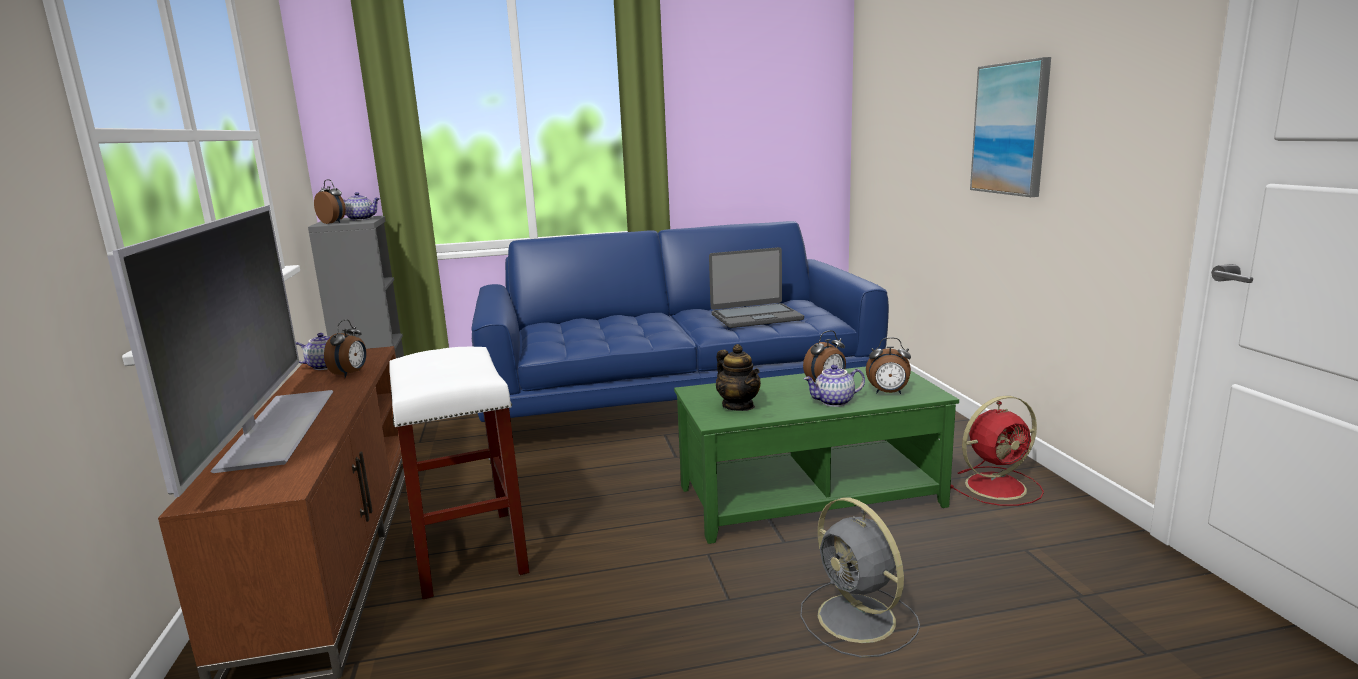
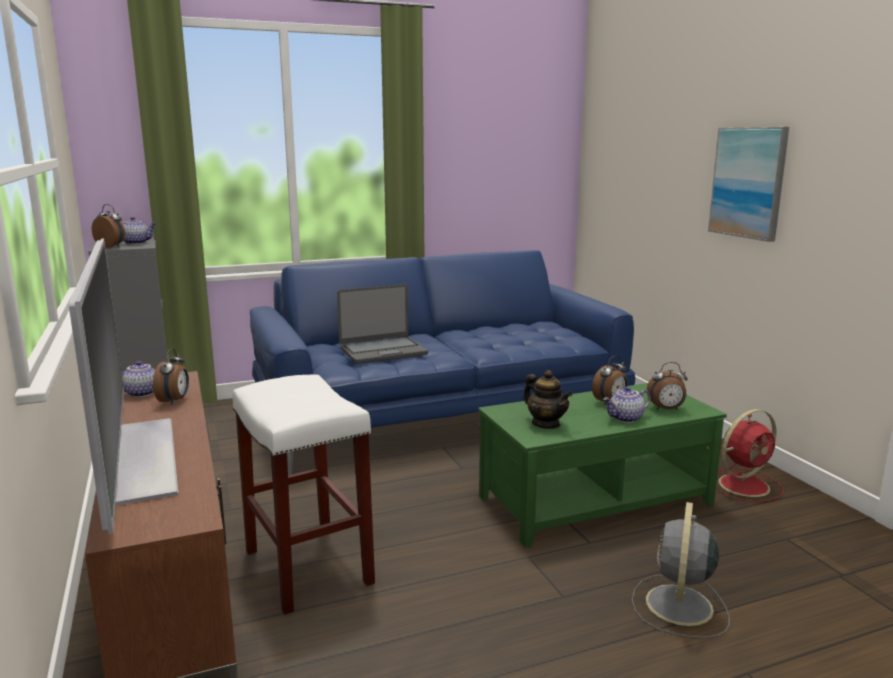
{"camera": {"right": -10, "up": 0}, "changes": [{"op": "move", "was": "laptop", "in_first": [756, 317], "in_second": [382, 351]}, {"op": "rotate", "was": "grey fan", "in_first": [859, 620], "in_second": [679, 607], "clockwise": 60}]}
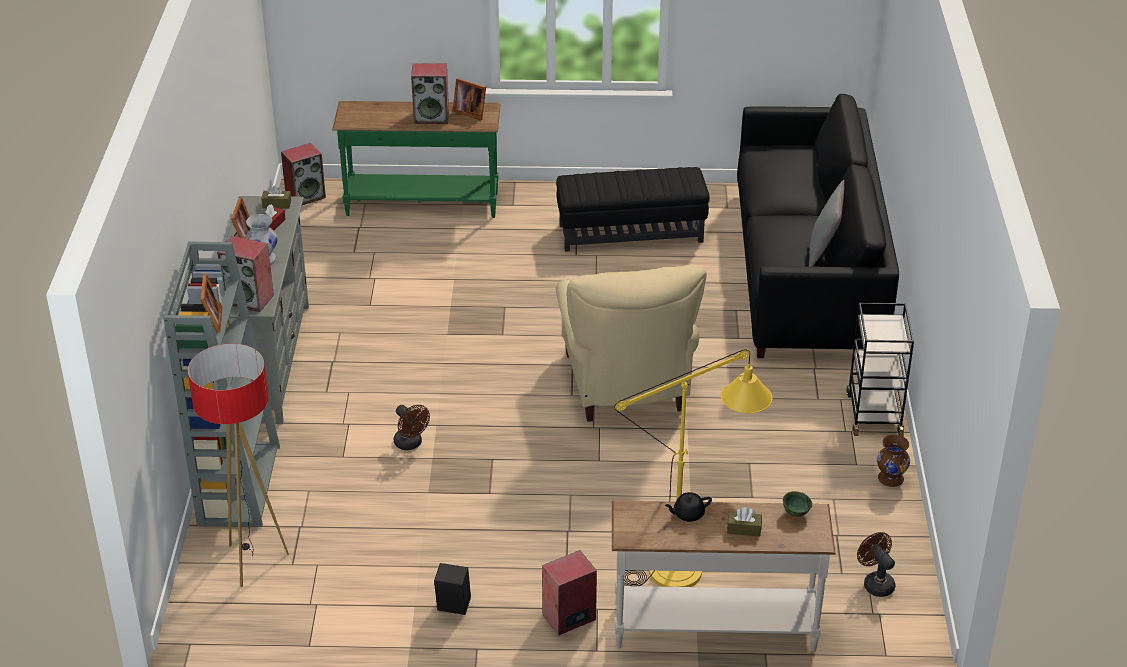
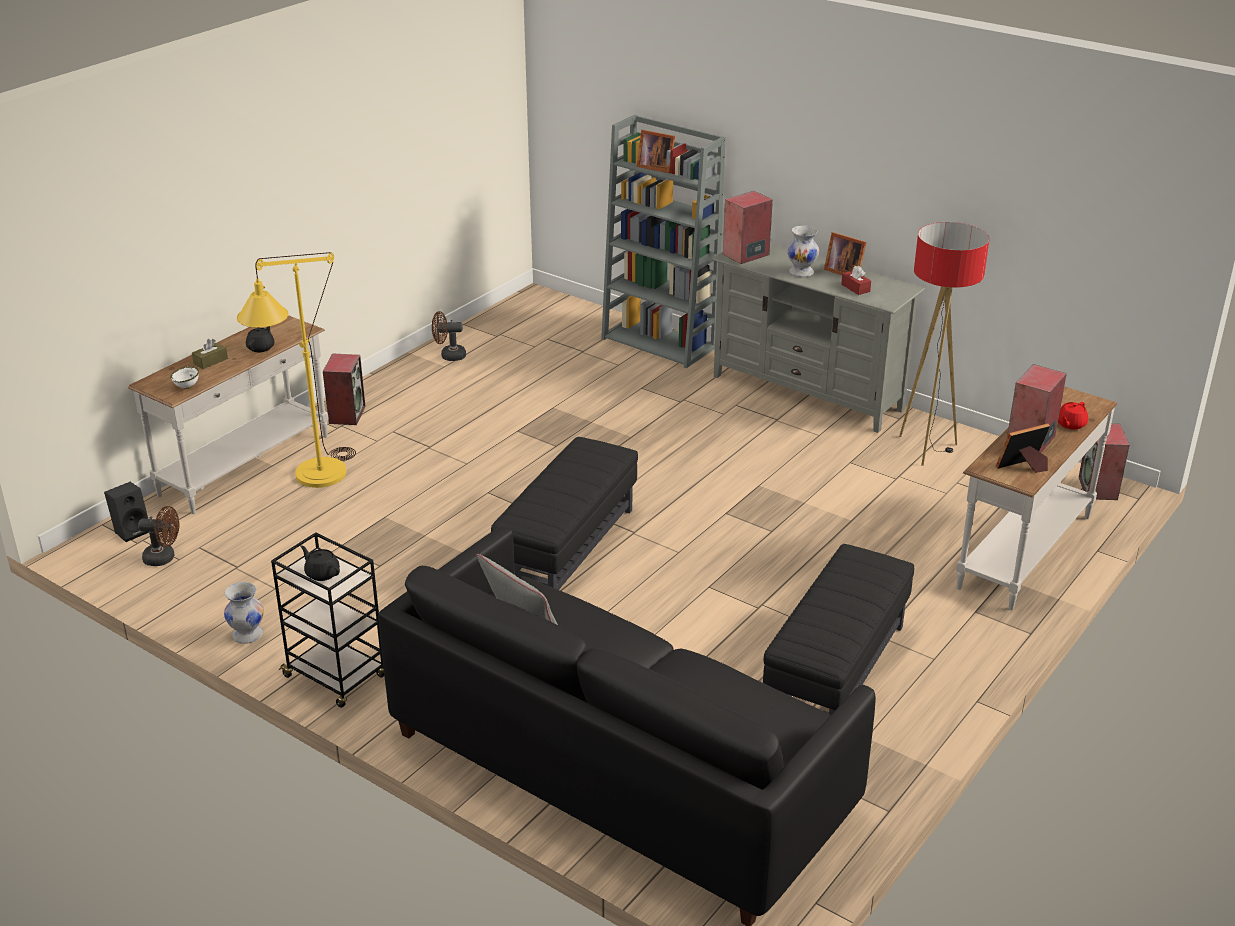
{"camera": {"right": 125, "up": -5}, "changes": [{"op": "delete", "was": "brown tissue box", "in_first": [277, 204]}, {"op": "insert", "now": "black teapot", "in_second": [322, 573]}, {"op": "insert", "now": "red teapot", "in_second": [1070, 424]}, {"op": "move", "was": "floor lamp", "in_first": [253, 562], "in_second": [926, 449]}, {"op": "move", "was": "brown fan", "in_first": [411, 444], "in_second": [449, 356]}, {"op": "move", "was": "black speaker", "in_first": [452, 607], "in_second": [132, 530]}, {"op": "replace", "was": "beige armchair", "now": "black ottoman", "in_first": [625, 386], "in_second": [567, 547]}, {"op": "recolor", "was": "green console table", "now": "white console table", "in_first": [422, 205], "in_second": [1022, 551]}, {"op": "recolor", "was": "green bowl", "now": "white bowl", "in_first": [795, 513], "in_second": [187, 387]}, {"op": "recolor", "was": "brown vase", "now": "white vase", "in_first": [890, 478], "in_second": [248, 635]}]}
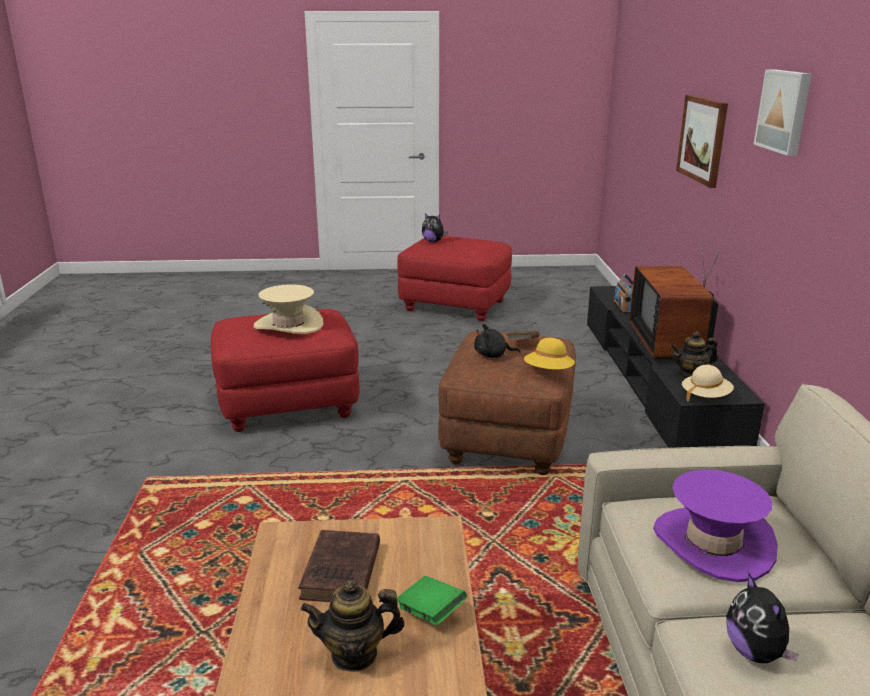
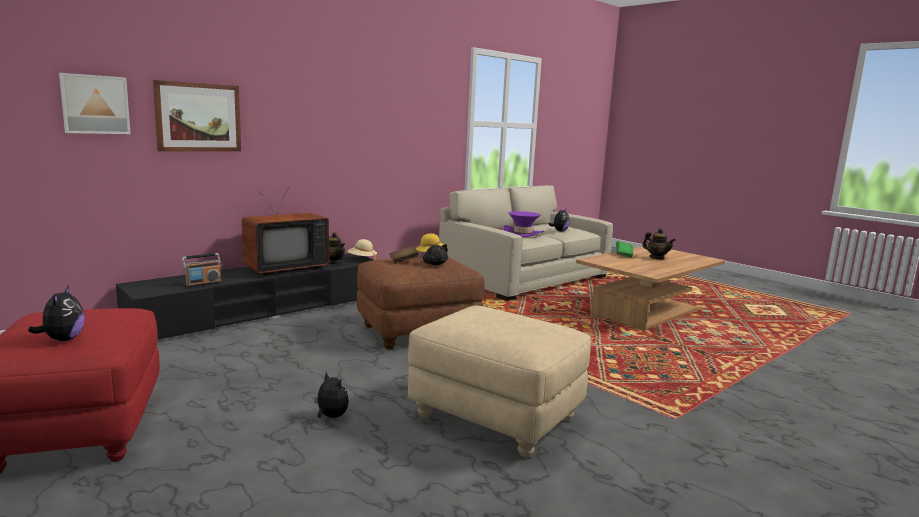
{"camera": {"right": -130, "up": -10}, "changes": [{"op": "delete", "was": "beige hat", "in_first": [288, 325]}, {"op": "delete", "was": "brown book", "in_first": [340, 573]}, {"op": "insert", "now": "plush toy", "in_second": [330, 417]}, {"op": "move", "was": "picture", "in_first": [785, 111], "in_second": [95, 104]}, {"op": "recolor", "was": "red ottoman", "now": "beige ottoman", "in_first": [289, 405], "in_second": [495, 417]}]}
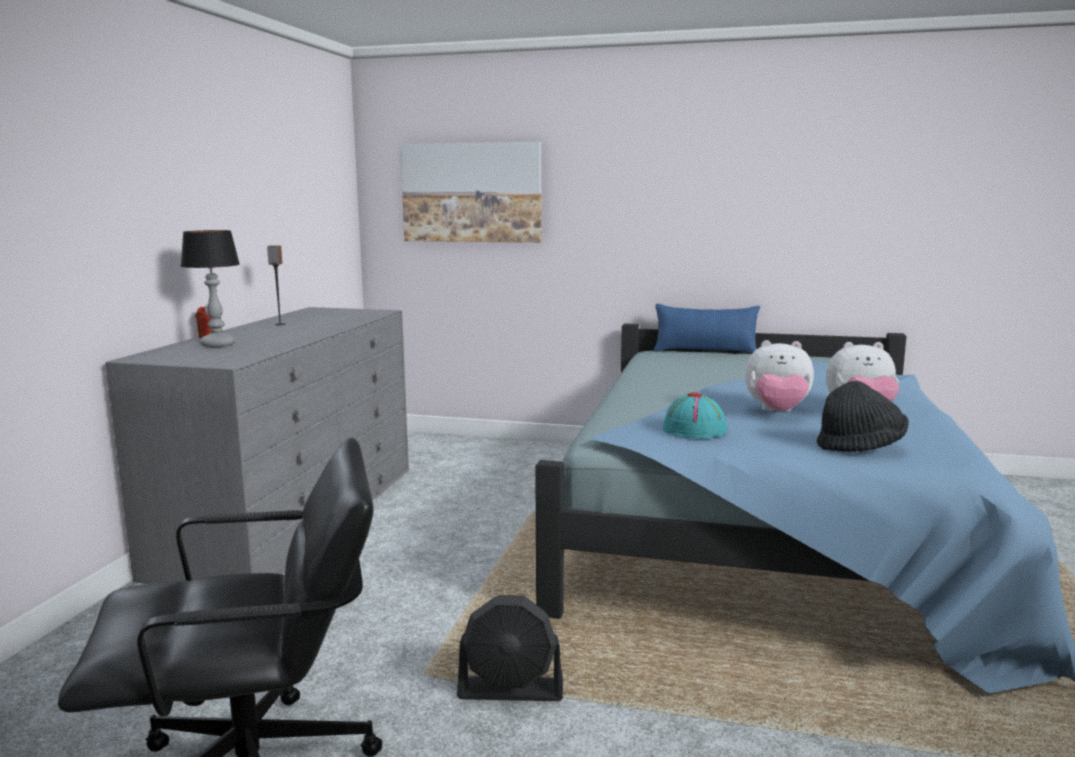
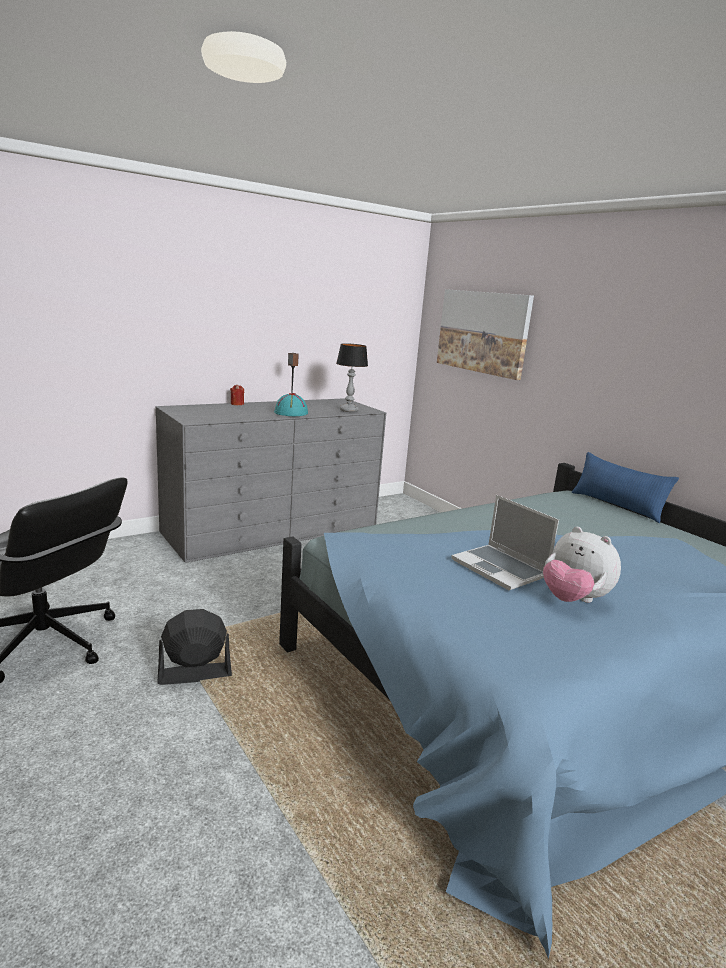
{"camera": {"right": 40, "up": 5}, "changes": [{"op": "delete", "was": "black hat", "in_first": [860, 447]}, {"op": "move", "was": "table lamp", "in_first": [217, 345], "in_second": [348, 410]}, {"op": "move", "was": "turquoise hat", "in_first": [695, 430], "in_second": [291, 413]}, {"op": "replace", "was": "plush toy", "now": "laptop", "in_first": [777, 412], "in_second": [500, 569]}, {"op": "rotate", "was": "black fan", "in_first": [511, 690], "in_second": [194, 674], "clockwise": 120}]}
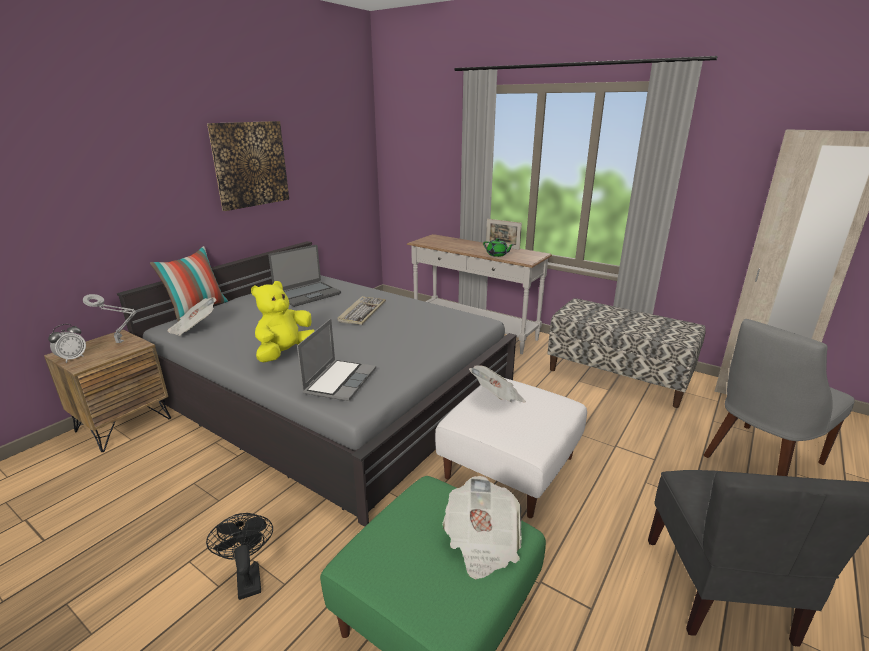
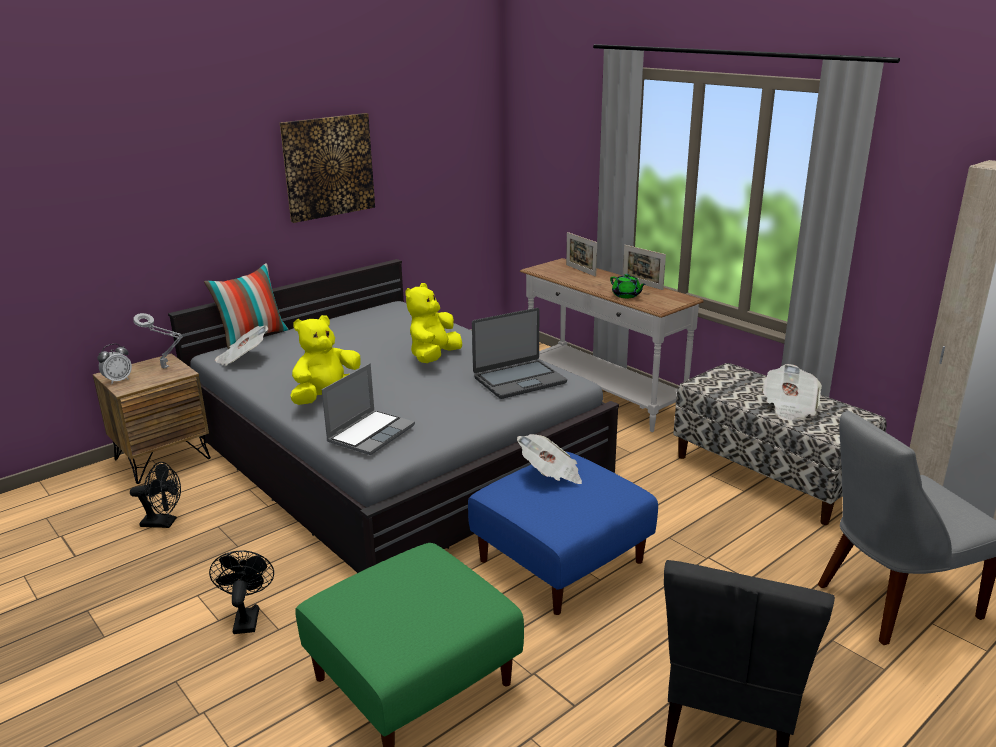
{"camera": {"right": 15, "up": 0}, "changes": [{"op": "insert", "now": "black fan", "in_second": [164, 523]}, {"op": "insert", "now": "picture frame", "in_second": [580, 270]}, {"op": "move", "was": "laptop", "in_first": [307, 294], "in_second": [519, 380]}, {"op": "move", "was": "newspaper", "in_first": [482, 543], "in_second": [789, 407]}, {"op": "replace", "was": "keyboard", "now": "yellow plush toy", "in_first": [362, 312], "in_second": [434, 357]}, {"op": "recolor", "was": "white ottoman", "now": "blue ottoman", "in_first": [509, 467], "in_second": [560, 560]}]}
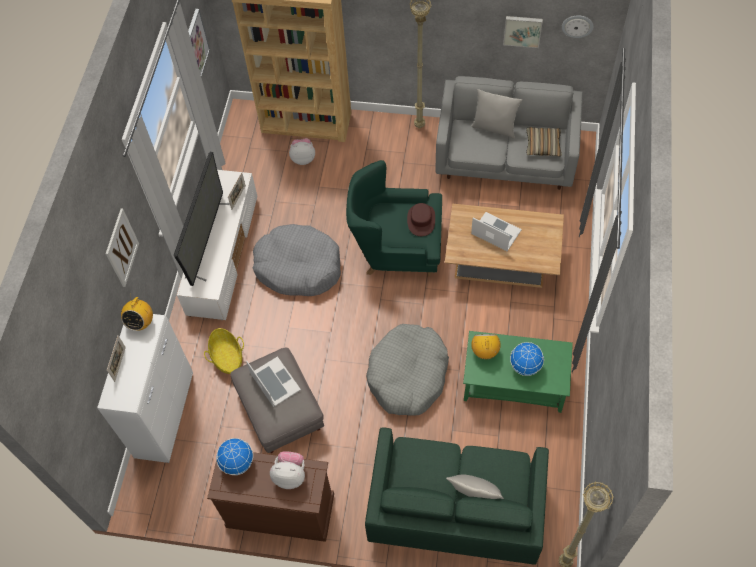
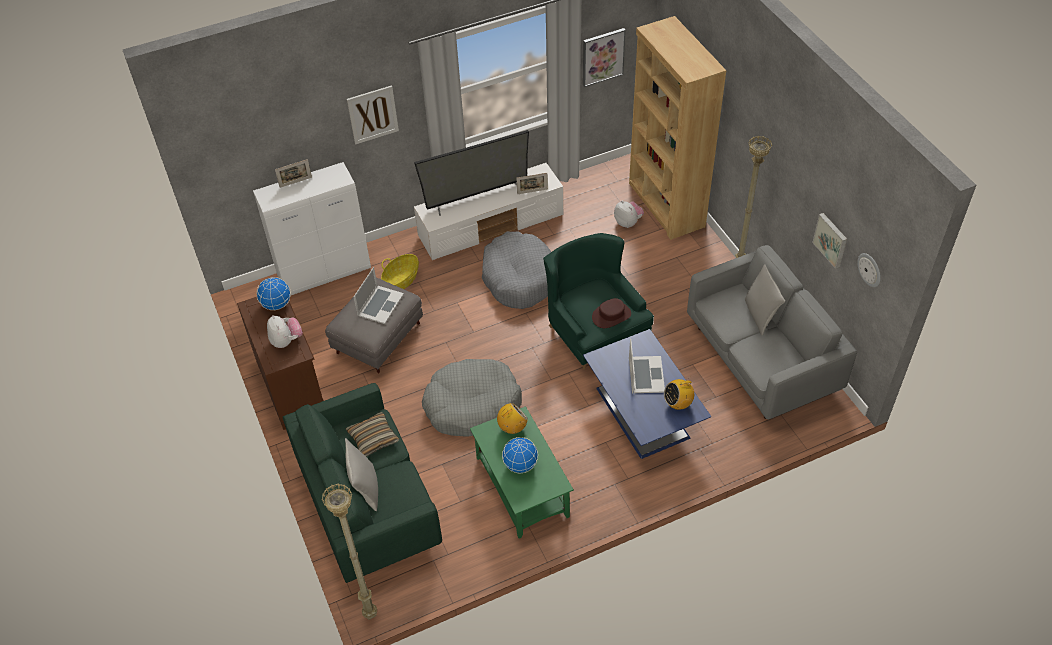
{"camera": {"right": 55, "up": -10}, "changes": [{"op": "move", "was": "radio", "in_first": [141, 322], "in_second": [678, 403]}, {"op": "move", "was": "pillow", "in_first": [543, 145], "in_second": [373, 438]}, {"op": "recolor", "was": "brown coffee table", "now": "blue coffee table", "in_first": [502, 261], "in_second": [643, 414]}]}
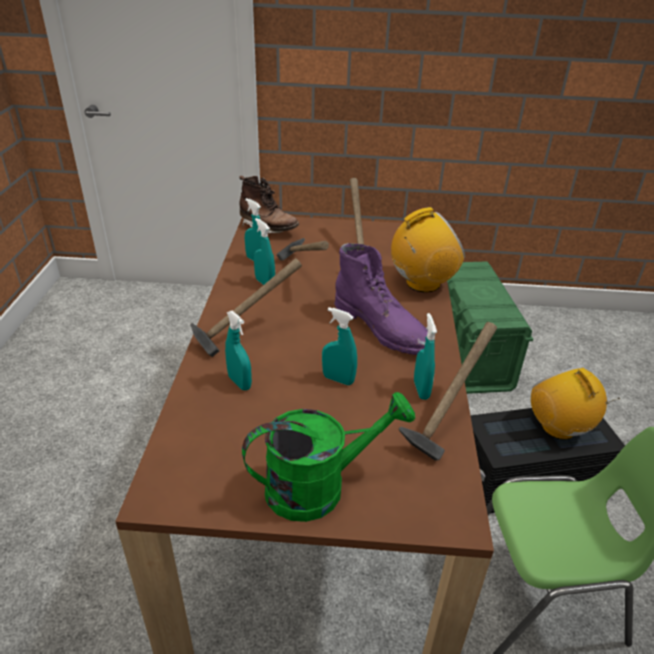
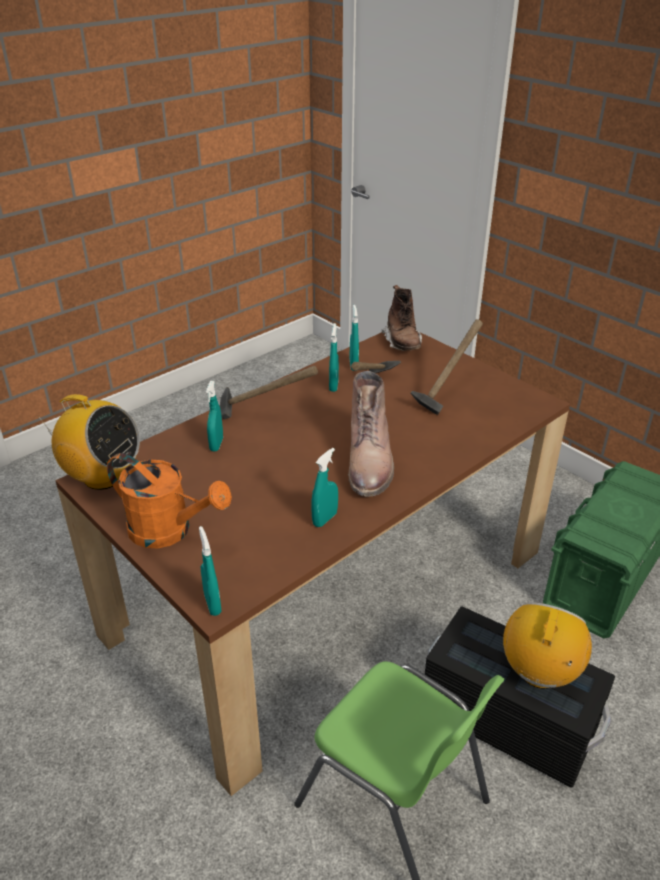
{"camera": {"right": 45, "up": 0}, "changes": [{"op": "delete", "was": "hammer", "in_first": [444, 423]}, {"op": "move", "was": "turquoise spray bottle", "in_first": [338, 379], "in_second": [212, 604]}, {"op": "move", "was": "radio", "in_first": [422, 283], "in_second": [102, 477]}, {"op": "recolor", "was": "green watering can", "now": "orange watering can", "in_first": [319, 486], "in_second": [169, 531]}, {"op": "recolor", "was": "purple boot", "now": "brown boot", "in_first": [383, 327], "in_second": [370, 462]}]}
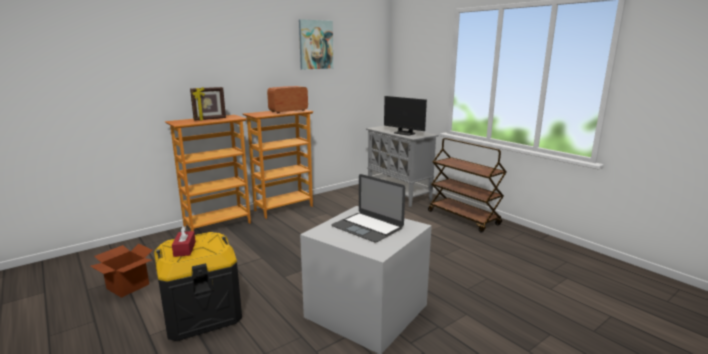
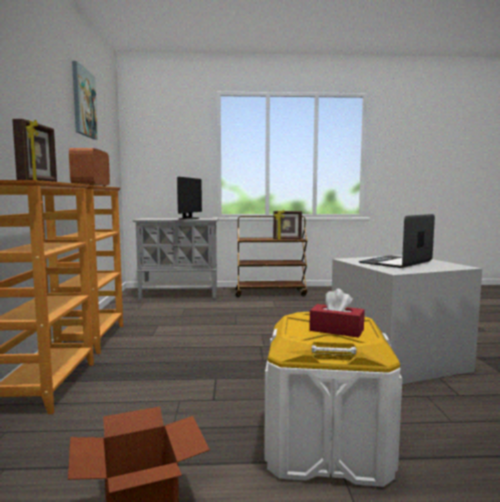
{"camera": {"right": -55, "up": -10}, "changes": [{"op": "insert", "now": "picture frame", "in_second": [287, 239]}, {"op": "recolor", "was": "black storage box", "now": "white storage box", "in_first": [201, 313], "in_second": [326, 447]}, {"op": "rotate", "was": "laptop", "in_first": [367, 227], "in_second": [396, 262], "clockwise": 150}, {"op": "rotate", "was": "monitor", "in_first": [404, 133], "in_second": [189, 218], "clockwise": -60}]}
